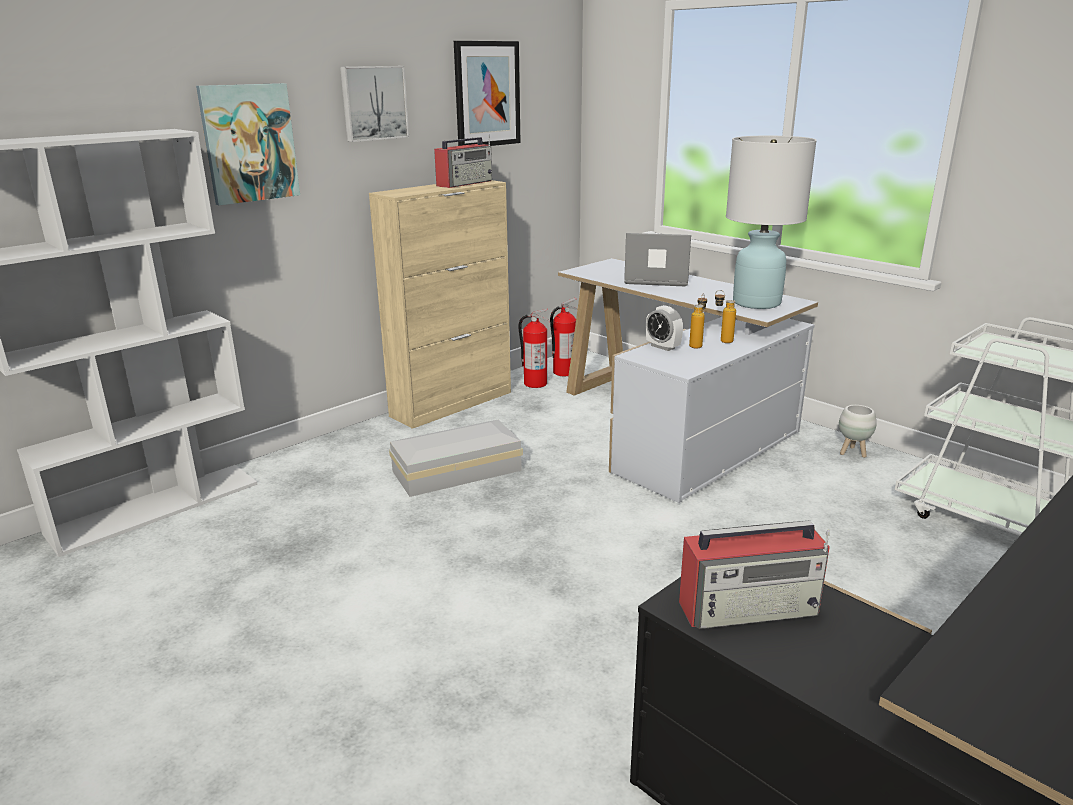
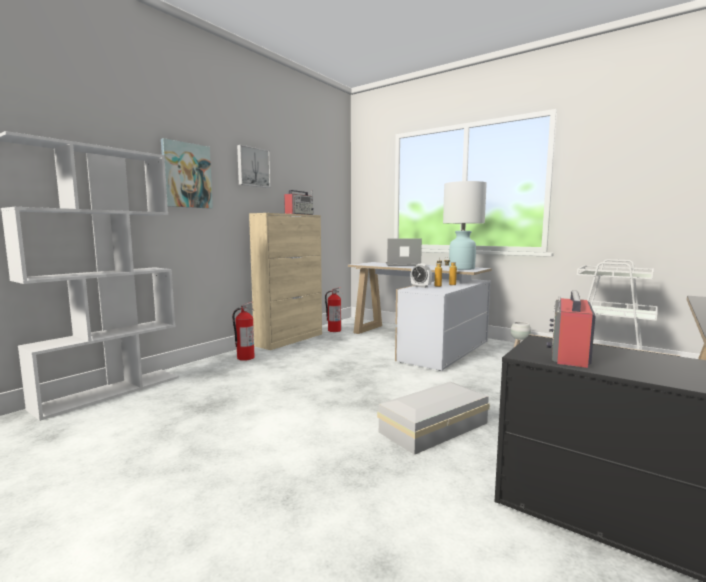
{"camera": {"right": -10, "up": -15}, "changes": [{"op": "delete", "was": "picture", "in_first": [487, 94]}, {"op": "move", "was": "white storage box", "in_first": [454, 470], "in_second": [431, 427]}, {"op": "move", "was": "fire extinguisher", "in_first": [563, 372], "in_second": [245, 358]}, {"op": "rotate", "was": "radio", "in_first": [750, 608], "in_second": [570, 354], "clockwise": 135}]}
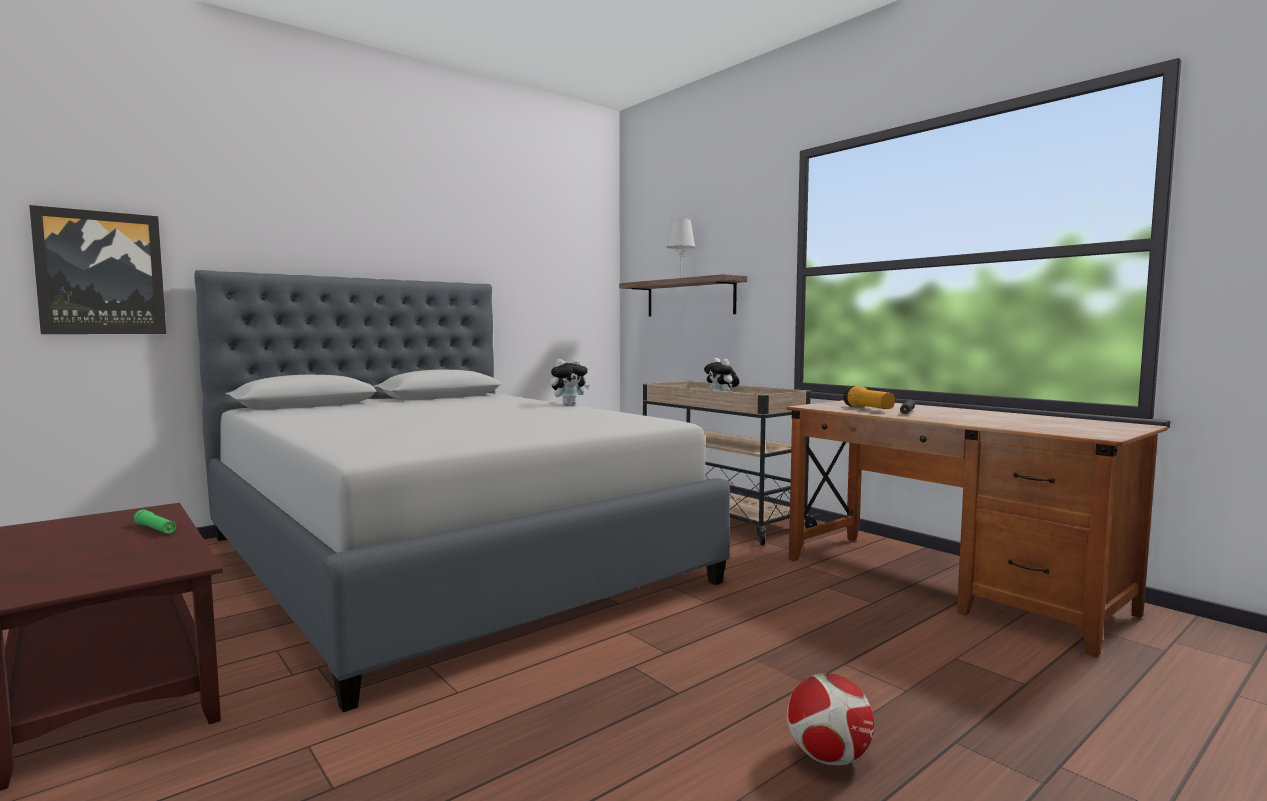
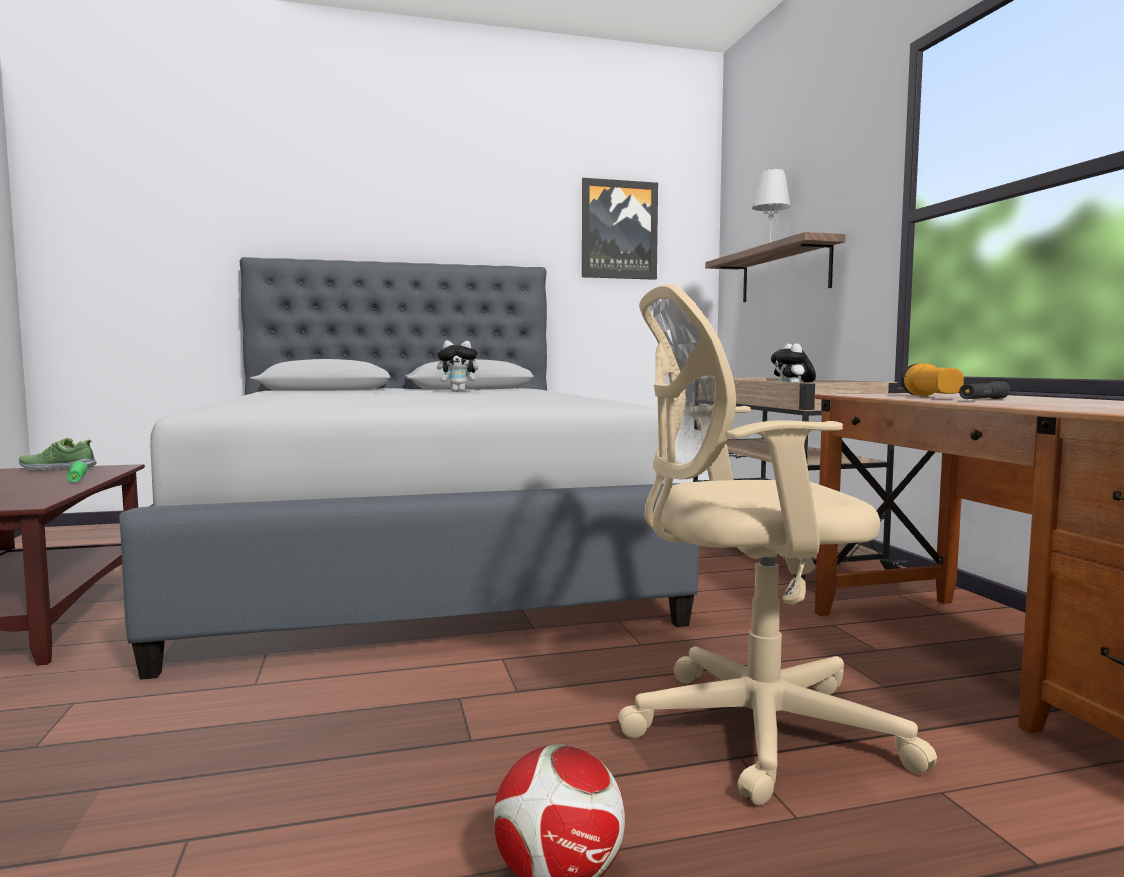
{"camera": {"right": 25, "up": 0}, "changes": [{"op": "insert", "now": "shoe", "in_second": [57, 469]}, {"op": "insert", "now": "beige office chair", "in_second": [748, 729]}, {"op": "move", "was": "picture", "in_first": [101, 273], "in_second": [619, 230]}, {"op": "move", "was": "plush toy", "in_first": [569, 404], "in_second": [459, 391]}]}
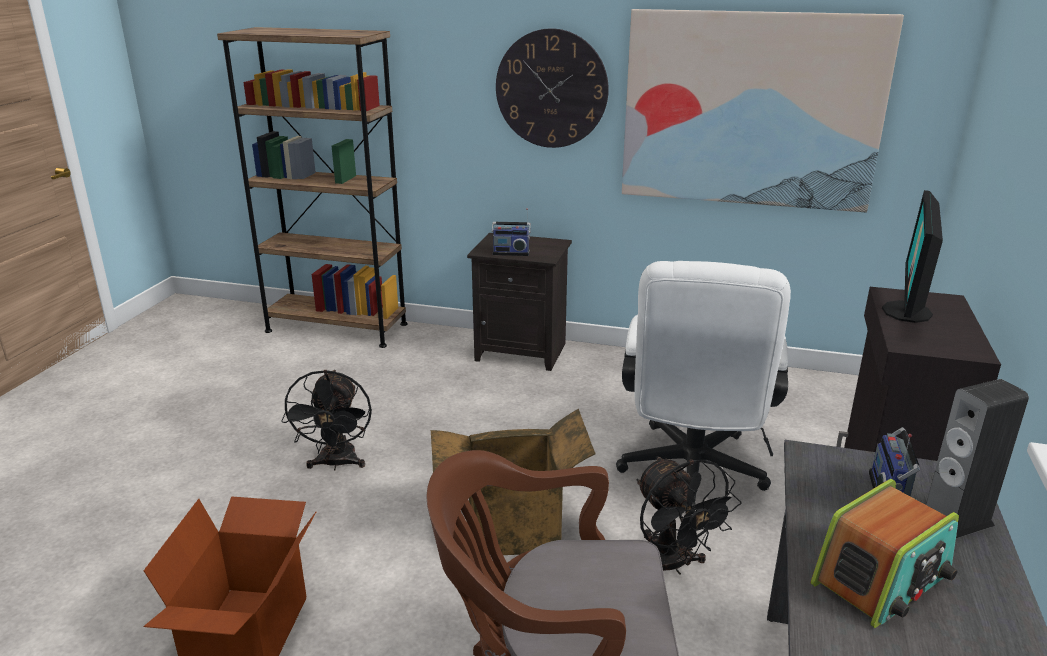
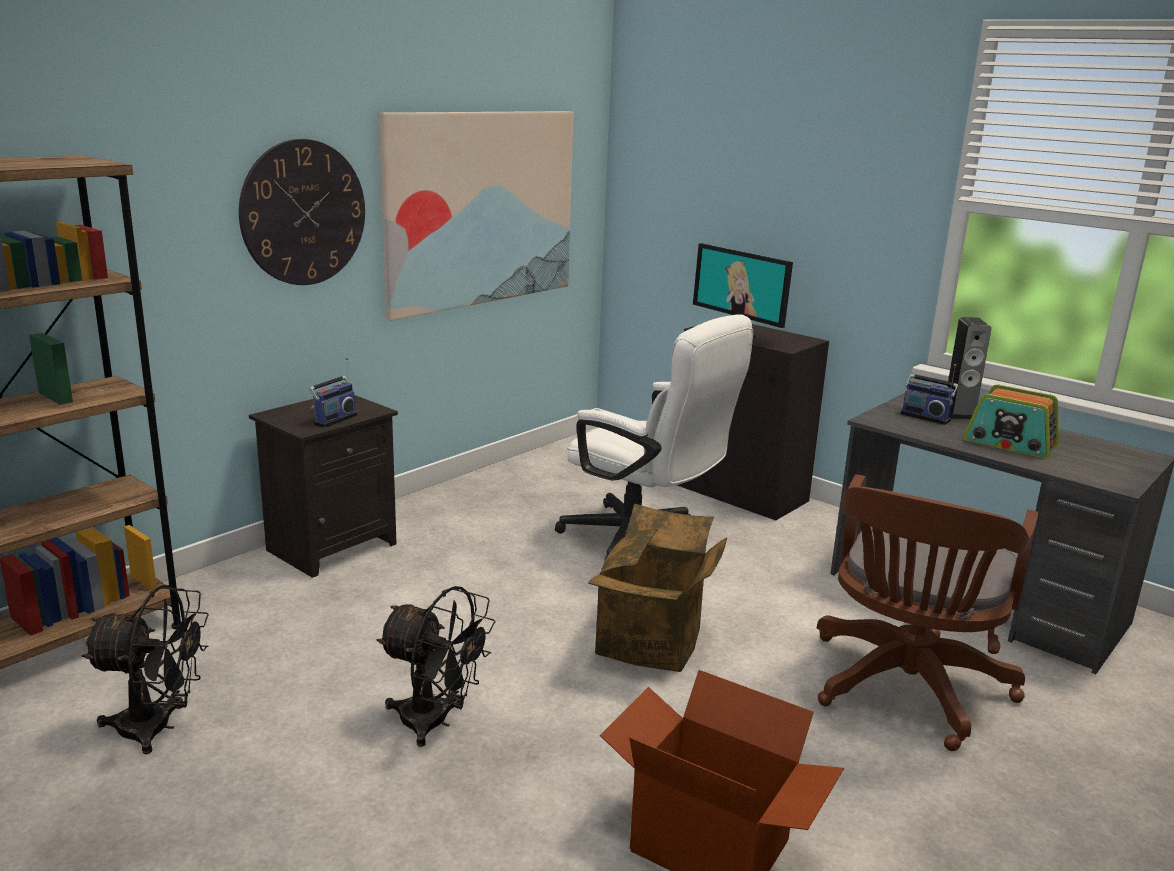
{"camera": {"right": -65, "up": -5}, "changes": [{"op": "move", "was": "black fan", "in_first": [672, 566], "in_second": [158, 728]}, {"op": "rotate", "was": "radio", "in_first": [882, 579], "in_second": [1010, 443], "clockwise": 135}]}
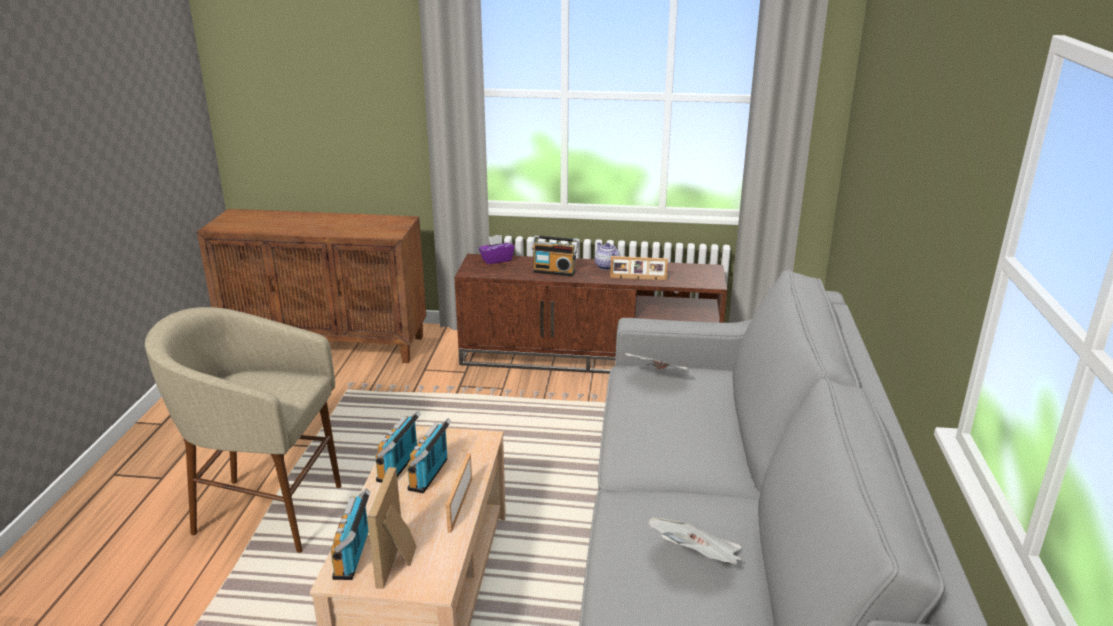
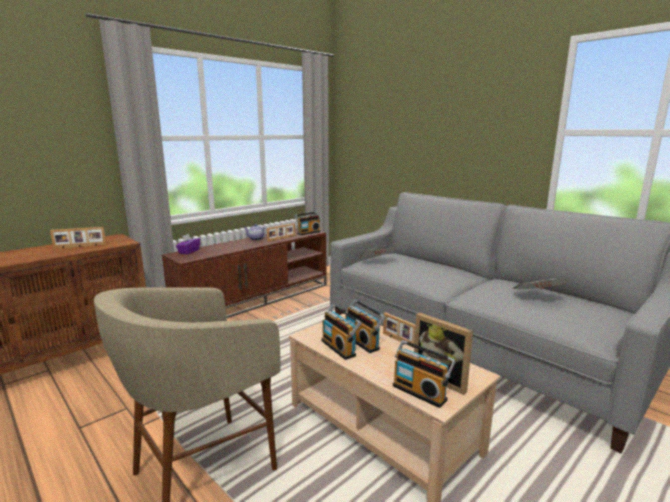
{"camera": {"right": -50, "up": -10}, "changes": [{"op": "insert", "now": "picture frame", "in_second": [80, 246]}, {"op": "move", "was": "radio", "in_first": [554, 271], "in_second": [308, 232]}]}
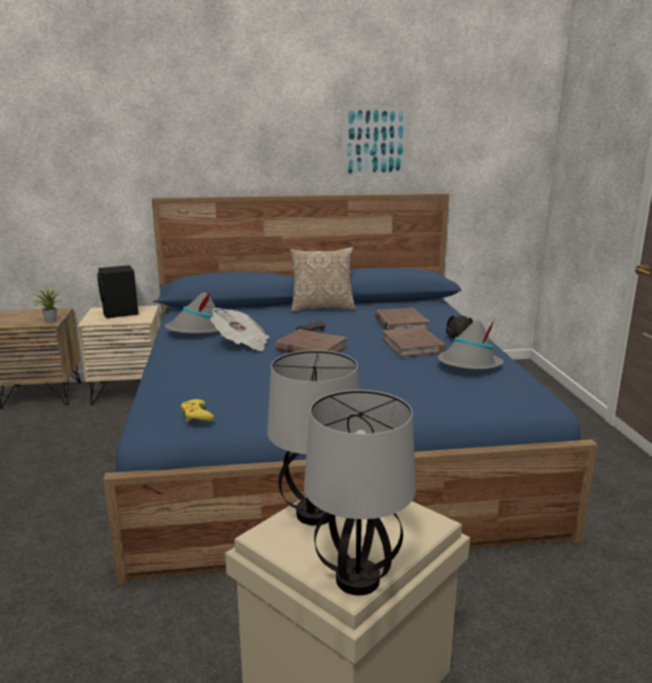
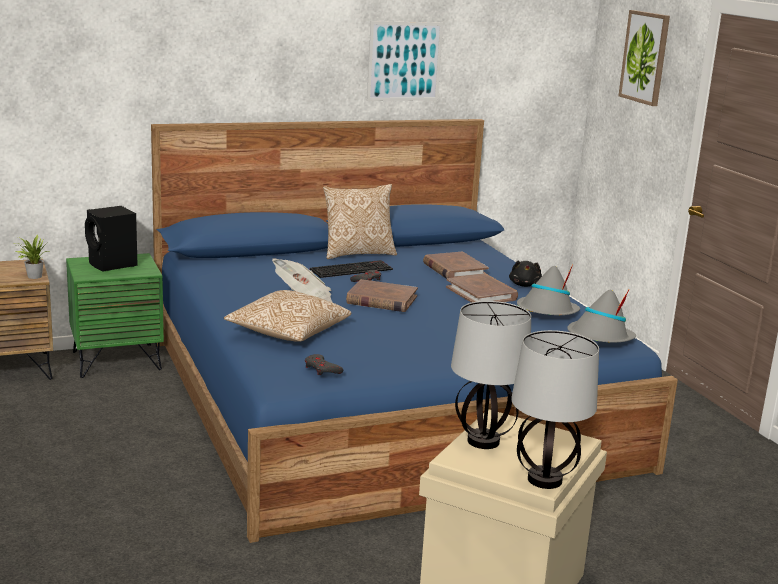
{"camera": {"right": -15, "up": 0}, "changes": [{"op": "insert", "now": "pillow", "in_second": [288, 333]}, {"op": "insert", "now": "keyboard", "in_second": [351, 269]}, {"op": "insert", "now": "picture", "in_second": [645, 57]}, {"op": "move", "was": "grey hat", "in_first": [196, 331], "in_second": [599, 338]}, {"op": "recolor", "was": "beige nightstand", "now": "green nightstand", "in_first": [129, 391], "in_second": [116, 360]}, {"op": "recolor", "was": "yellow game controller", "now": "grey game controller", "in_first": [196, 415], "in_second": [322, 369]}]}
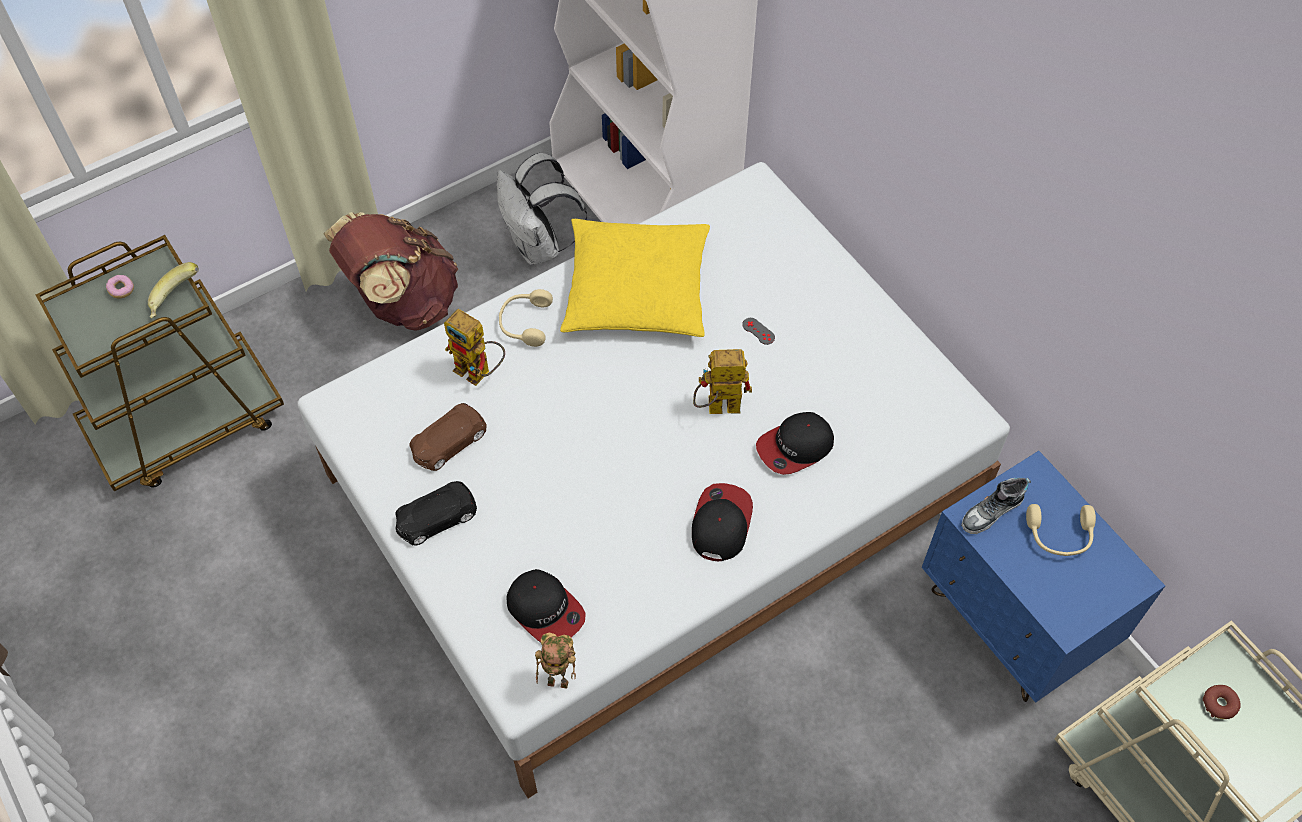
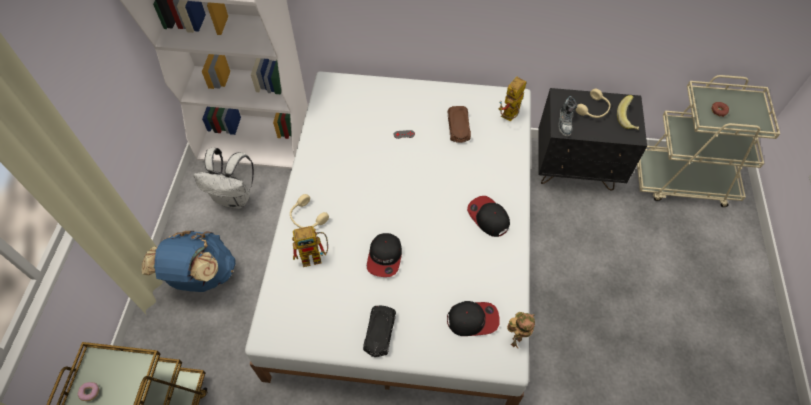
{"camera": {"right": -50, "up": 0}, "changes": [{"op": "delete", "was": "yellow pillow", "in_first": [637, 290]}, {"op": "move", "was": "banana", "in_first": [176, 301], "in_second": [628, 119]}, {"op": "move", "was": "brown toy car", "in_first": [448, 442], "in_second": [458, 128]}, {"op": "move", "was": "toy robot", "in_first": [716, 408], "in_second": [509, 117]}, {"op": "move", "was": "cap", "in_first": [795, 447], "in_second": [385, 257]}, {"op": "recolor", "was": "brown backpack", "now": "blue backpack", "in_first": [403, 302], "in_second": [201, 276]}, {"op": "recolor", "was": "blue nightstand", "now": "black nightstand", "in_first": [1013, 622], "in_second": [576, 168]}]}
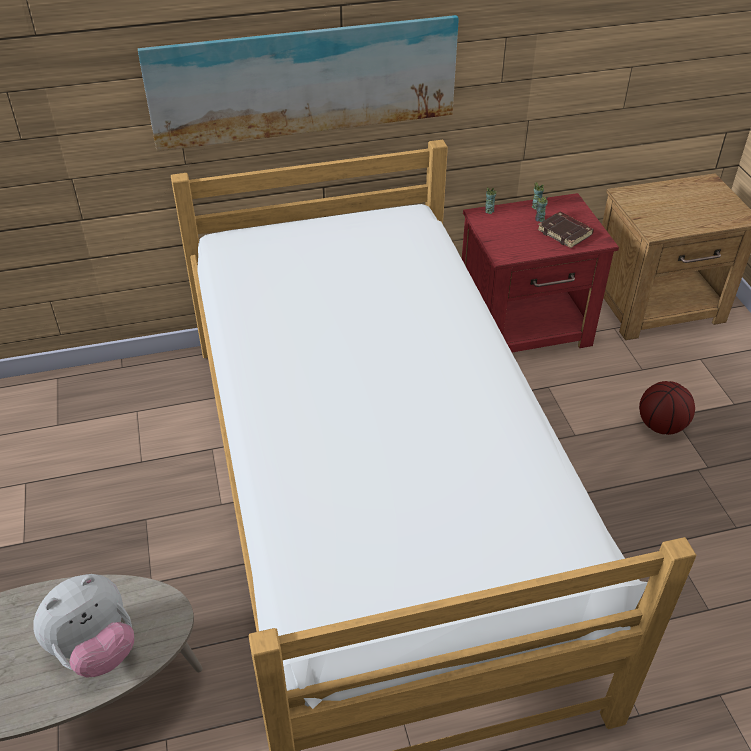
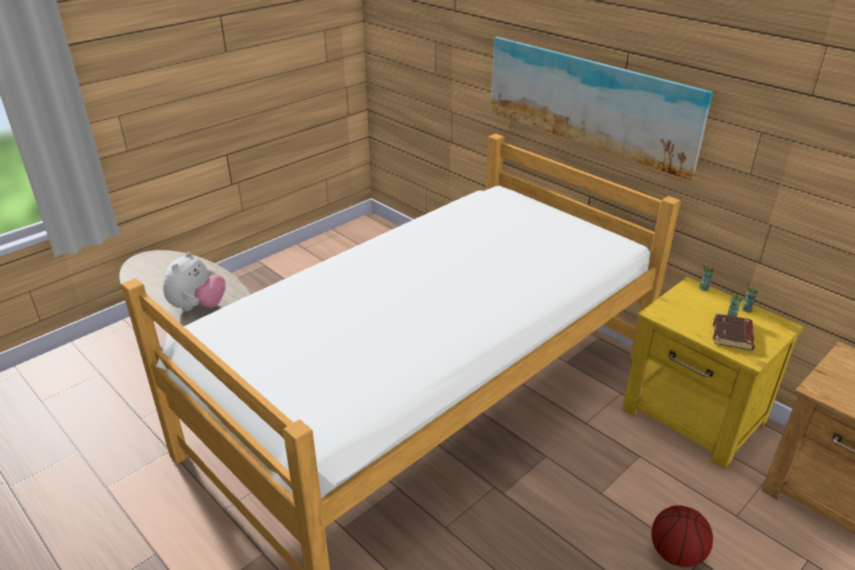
{"camera": {"right": 60, "up": -10}, "changes": [{"op": "recolor", "was": "red nightstand", "now": "yellow nightstand", "in_first": [525, 327], "in_second": [694, 417]}, {"op": "rotate", "was": "plush toy", "in_first": [95, 649], "in_second": [198, 307], "clockwise": -90}]}
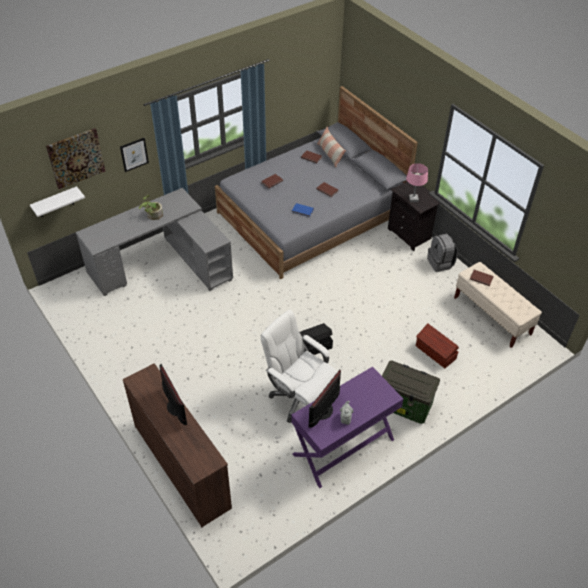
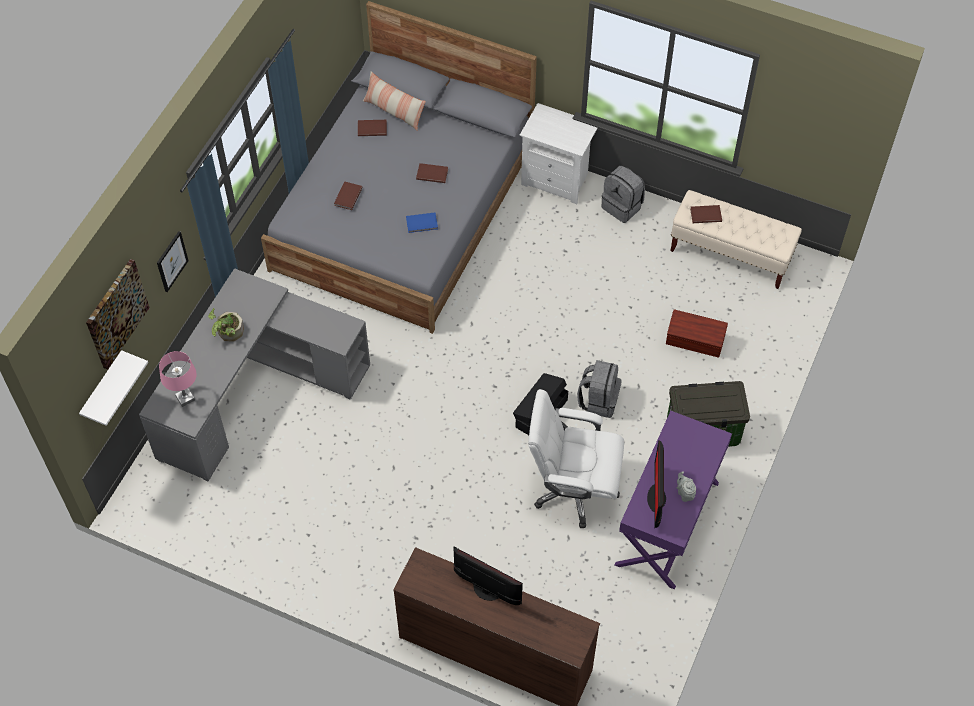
{"camera": {"right": -30, "up": 10}, "changes": [{"op": "insert", "now": "grey backpack", "in_second": [598, 400]}, {"op": "move", "was": "pink table lamp", "in_first": [413, 199], "in_second": [185, 398]}, {"op": "recolor", "was": "black nightstand", "now": "white nightstand", "in_first": [410, 234], "in_second": [557, 180]}]}
